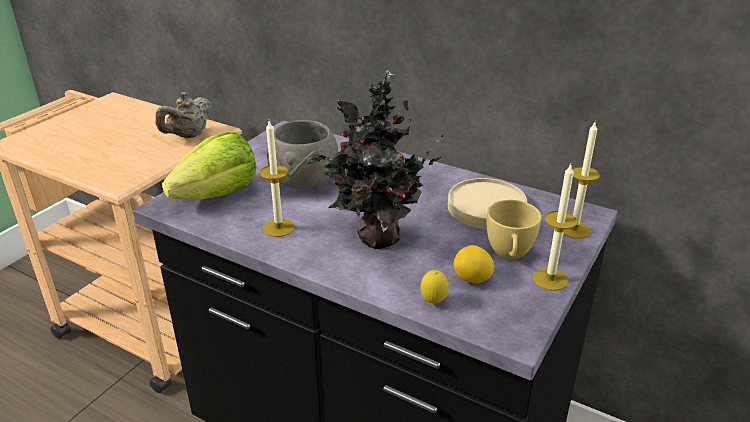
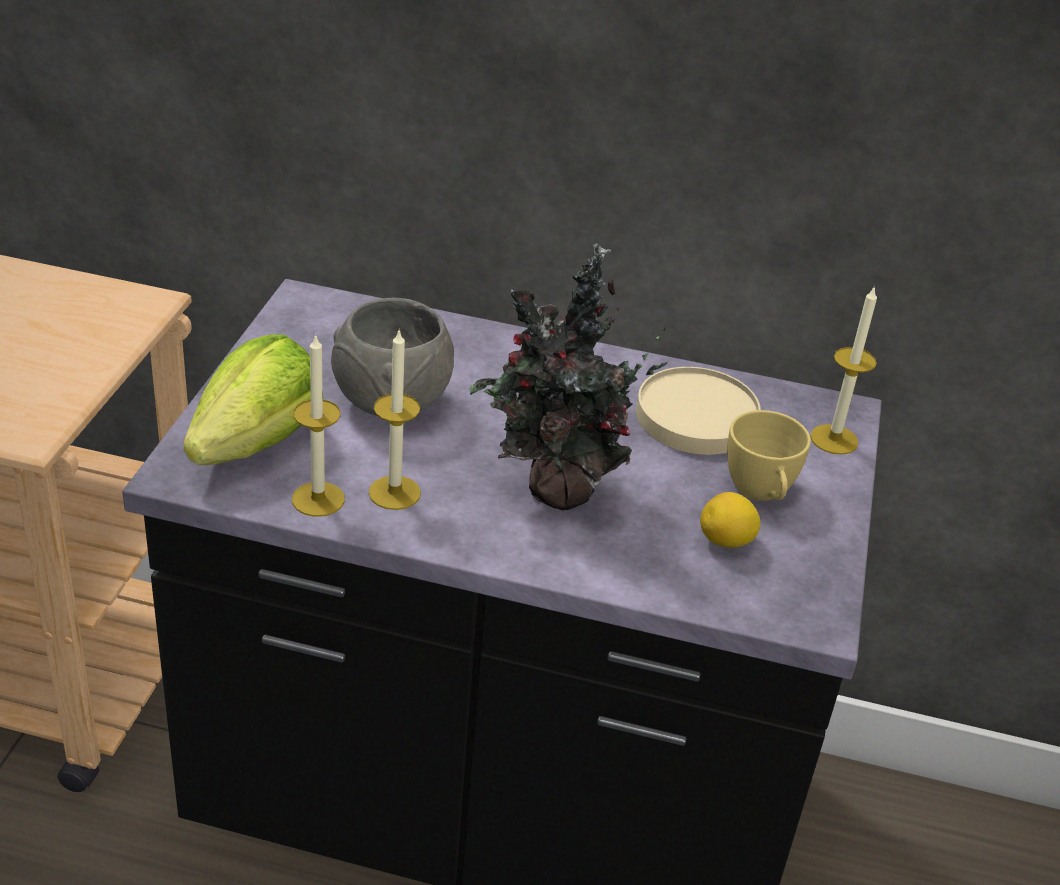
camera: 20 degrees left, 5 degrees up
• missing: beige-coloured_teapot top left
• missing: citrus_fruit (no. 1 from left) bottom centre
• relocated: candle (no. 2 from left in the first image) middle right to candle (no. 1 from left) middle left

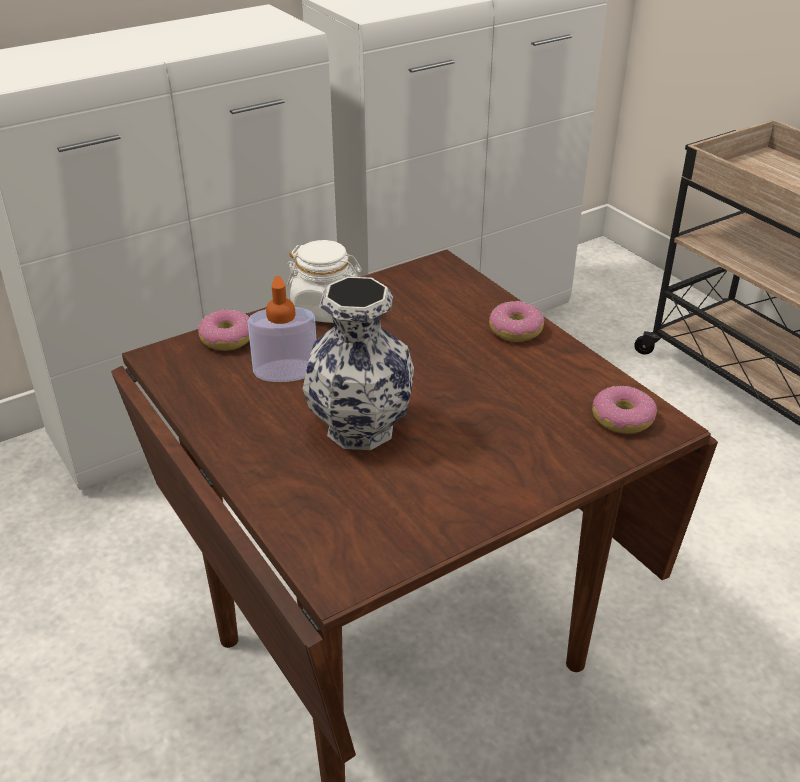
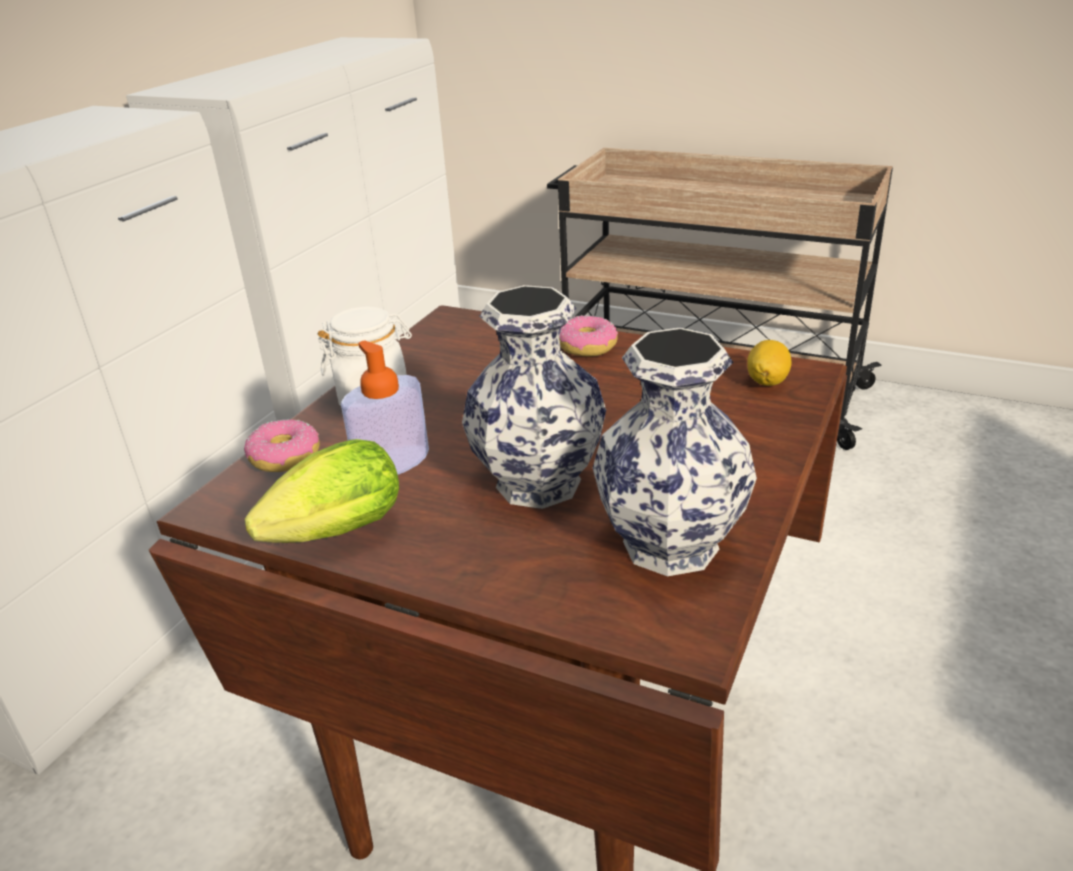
camera: 30 degrees left, 5 degrees down
• appeared: lettuce middle left
• appeared: decorative_vase (no. 2 from left) centre
• exchanged: donut (no. 3 from left) middle right to citrus_fruit middle right

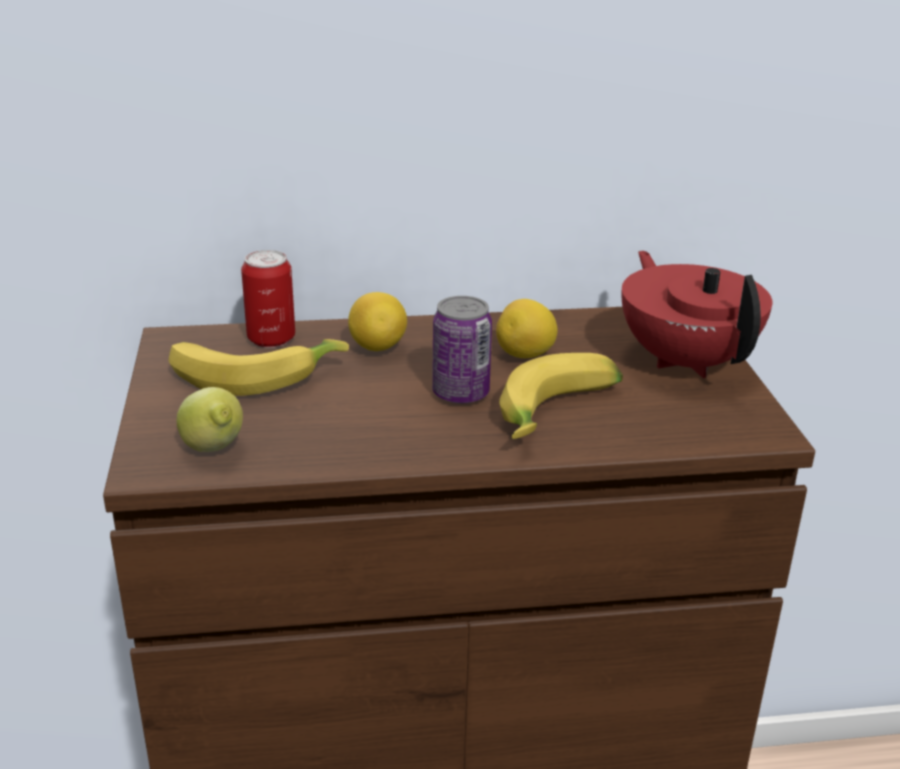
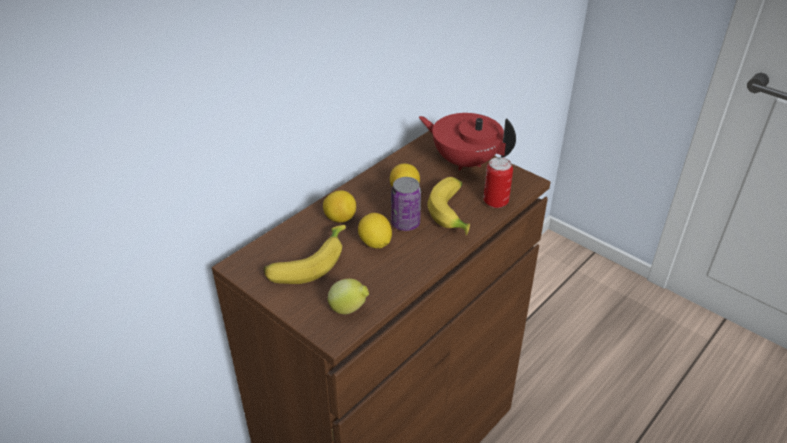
camera: 40 degrees left, 10 degrees up
• appeared: citrus_fruit (no. 3 from left) centre
• relocated: can (no. 1 from left in the first image) middle left to can (no. 2 from left) centre

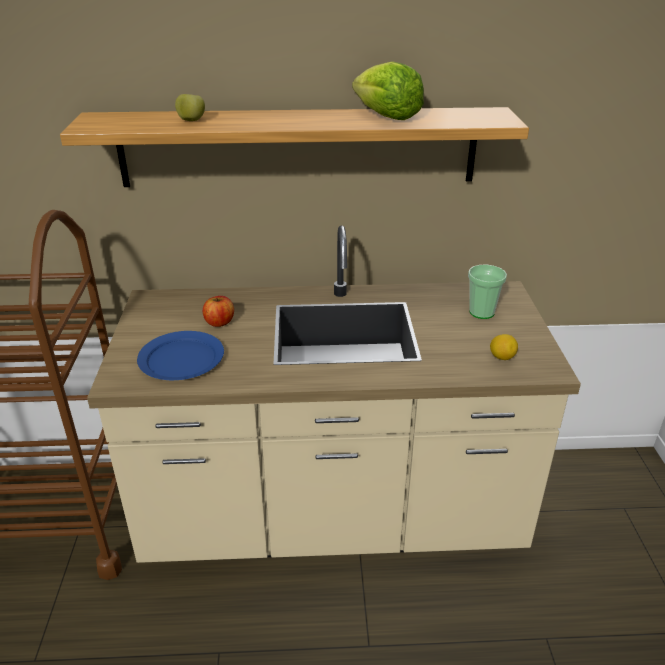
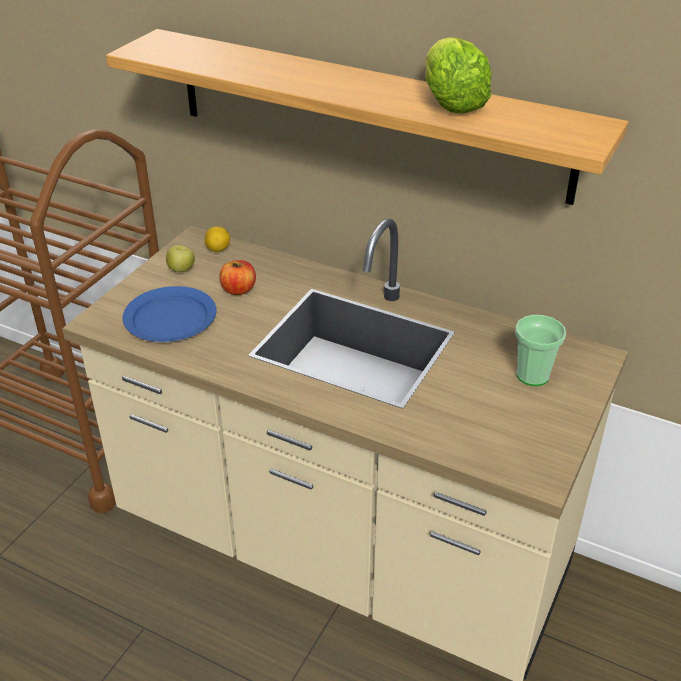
camera: 30 degrees right, 5 degrees up
• relocated: apple_fruit (no. 1 from left) top left to middle left
• relocated: citrus_fruit middle right to middle left

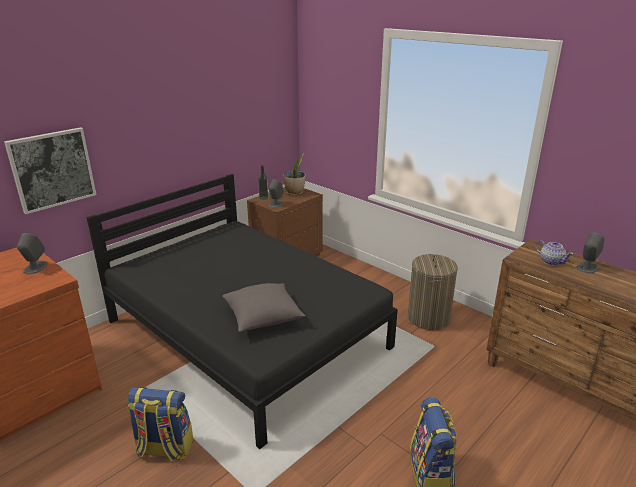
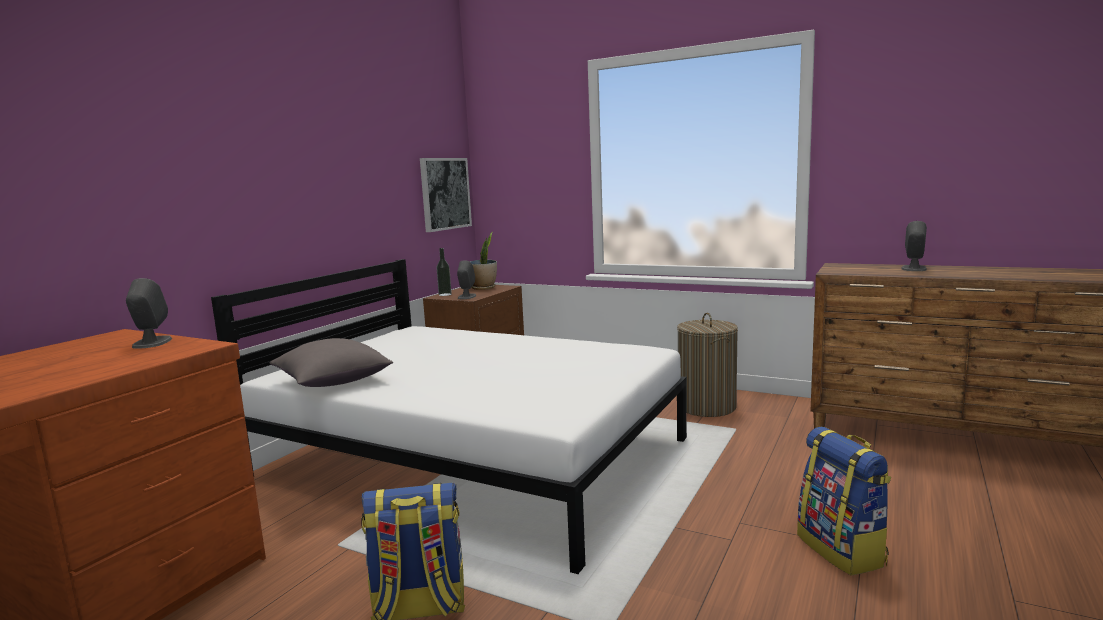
camera: 15 degrees left, 15 degrees down
• missing: teapot middle right
• relocated: wall_picture middle left to top centre
• relocated: grey_throw_pillow centre to middle left
• colour: blackish_sleeping_bed centre to whitish_sleeping_bed bottom centre

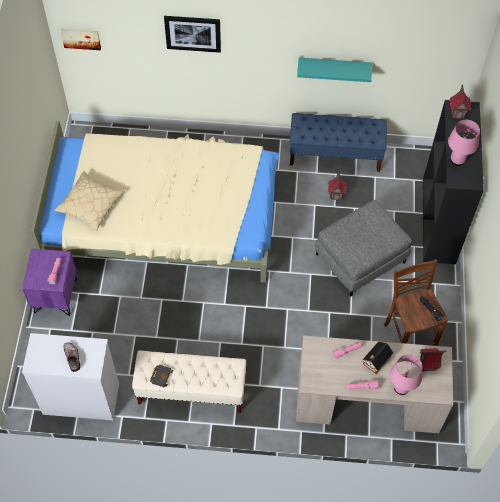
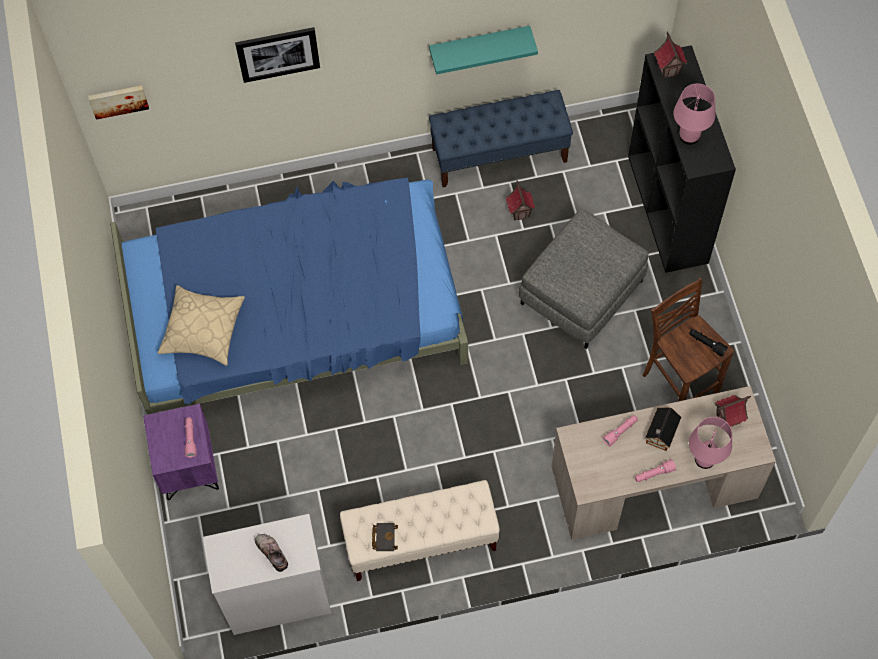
camera: 15 degrees left, 5 degrees up
• colour: beige-coloured_sleeping_bed middle left to blue_sleeping_bed middle left

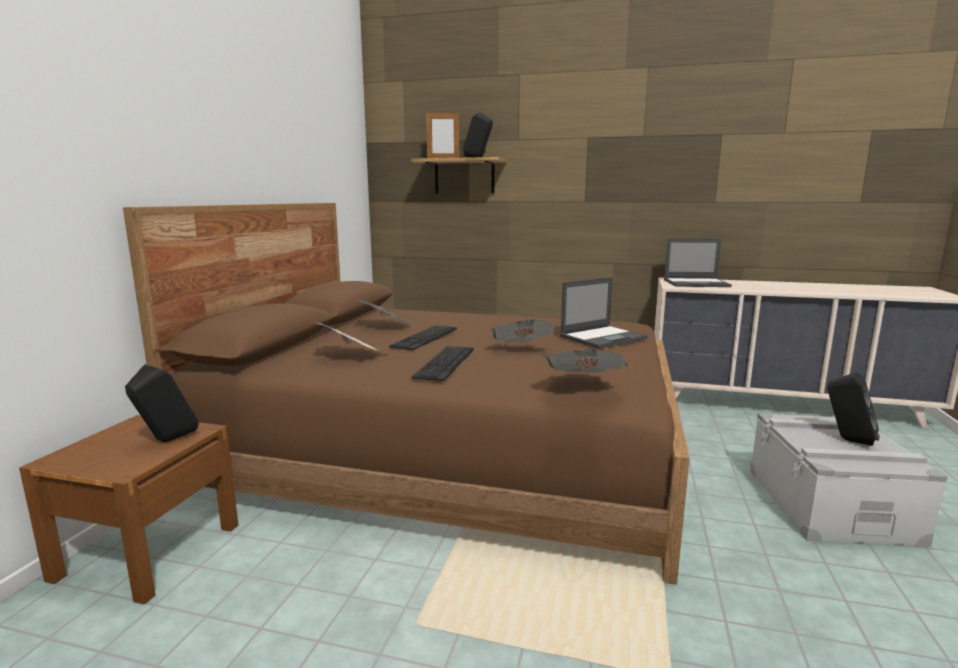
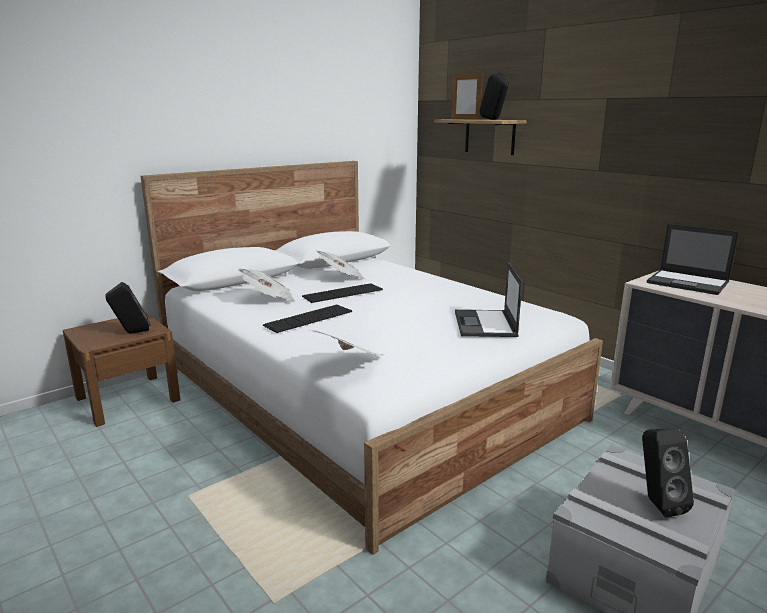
camera: 35 degrees right, 5 degrees up
• missing: printed_paper (no. 3 from left) centre
• colour: brownish_sleeping_bed centre to whitish_sleeping_bed centre
• spun: laptop (no. 1 from left) centre = centre 90 degrees clockwise

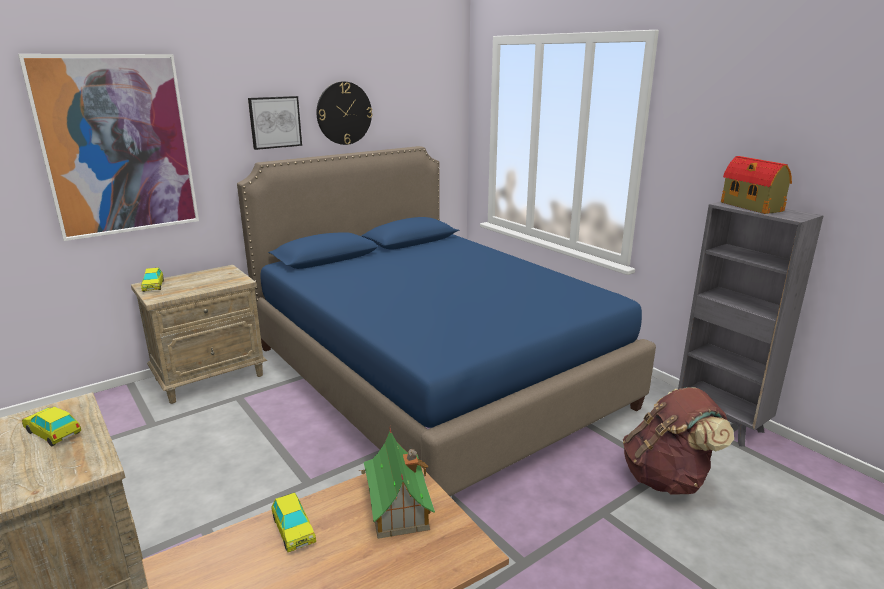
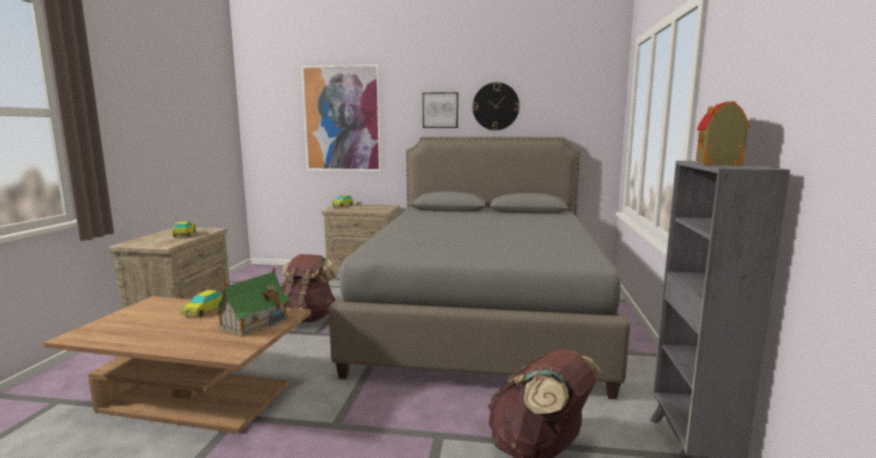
camera: 45 degrees right, 10 degrees down
• appeared: brownish_backpack (no. 1 from left) centre
• colour: blue_sleeping_bed centre to grey_sleeping_bed centre

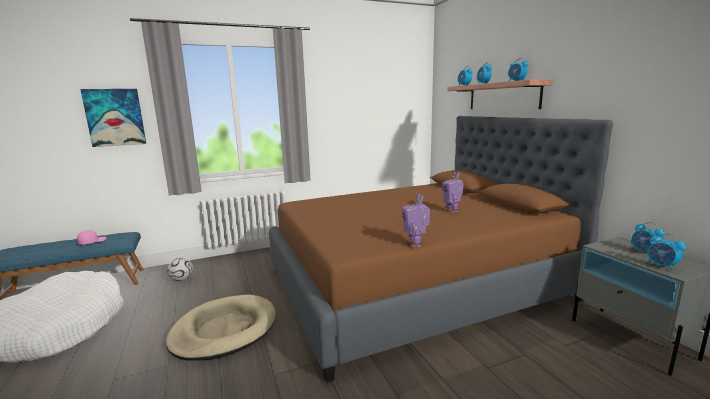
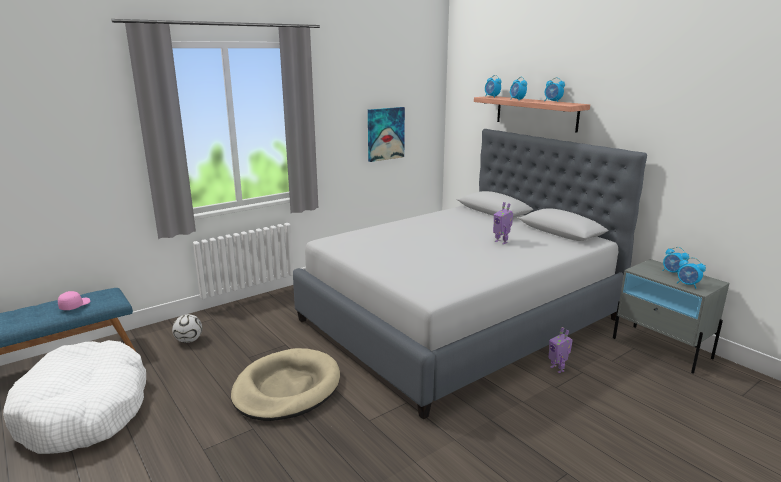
camera: 15 degrees left, 5 degrees up
• relocated: wall_picture top left to top centre
• relocated: robot_figure (no. 1 from left in the first image) centre to robot_figure (no. 2 from left) bottom right
• colour: brownish_sleeping_bed centre to grey_sleeping_bed centre

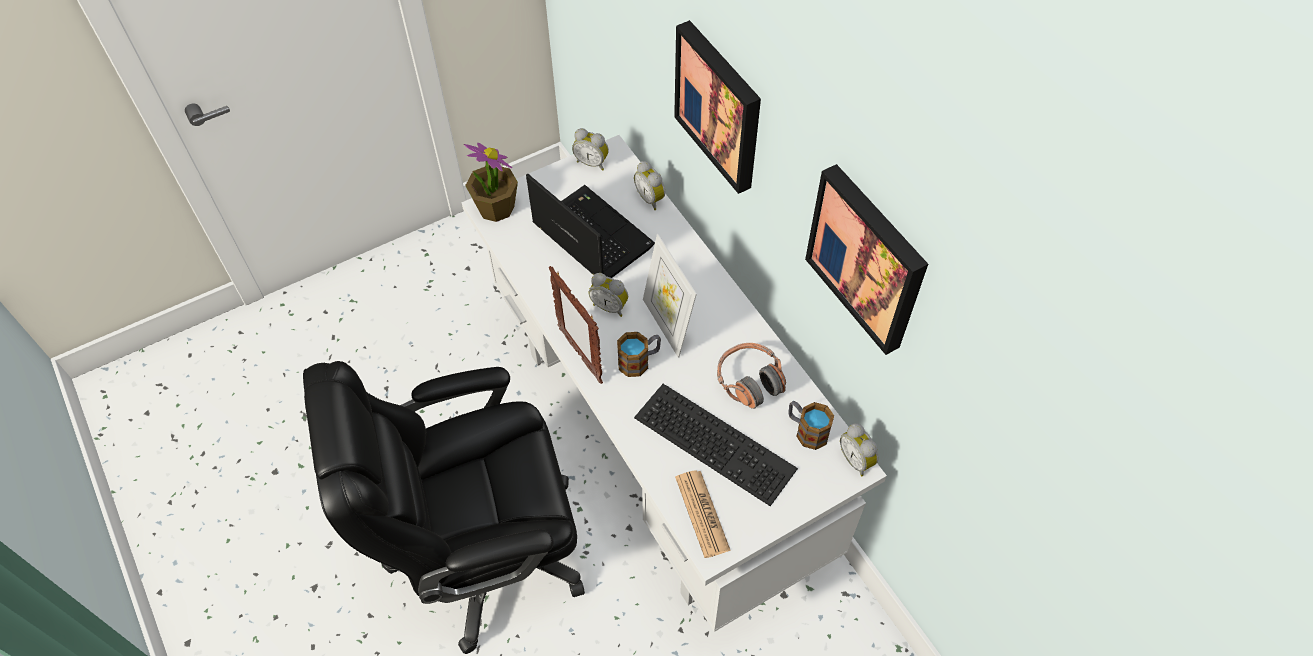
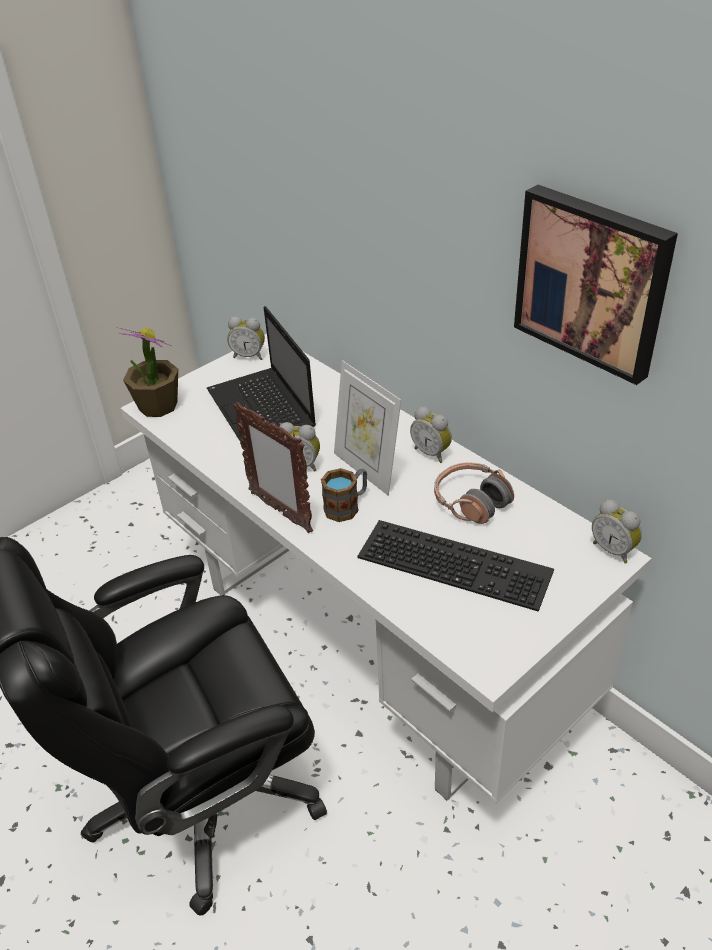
camera: 10 degrees left, 15 degrees down
• missing: wall_picture (no. 1 from left) top centre
• missing: printed_paper bottom centre
• missing: tea_mug (no. 2 from left) centre
• relocated: alarm_clock (no. 3 from left) top centre to centre
• spun: laptop centre = centre 150 degrees counterclockwise

